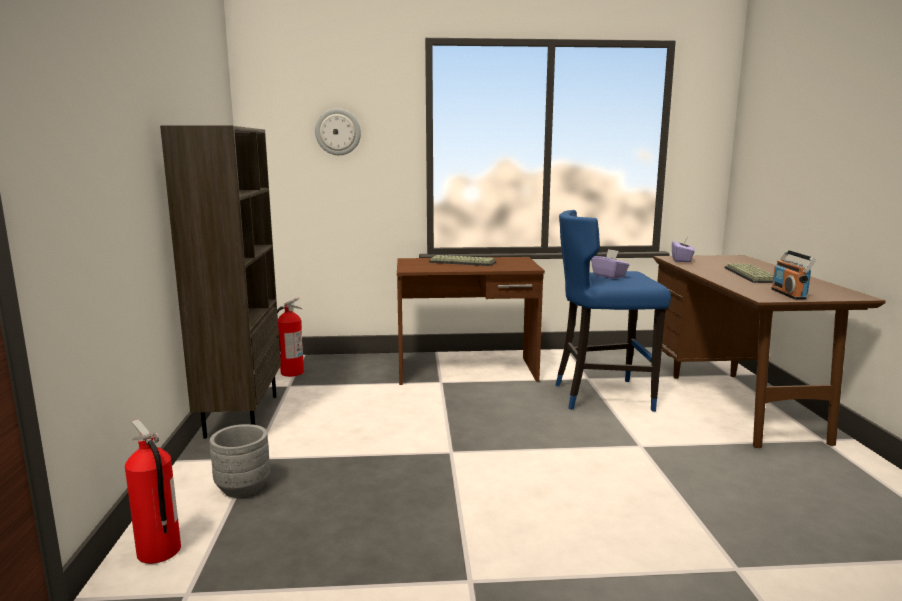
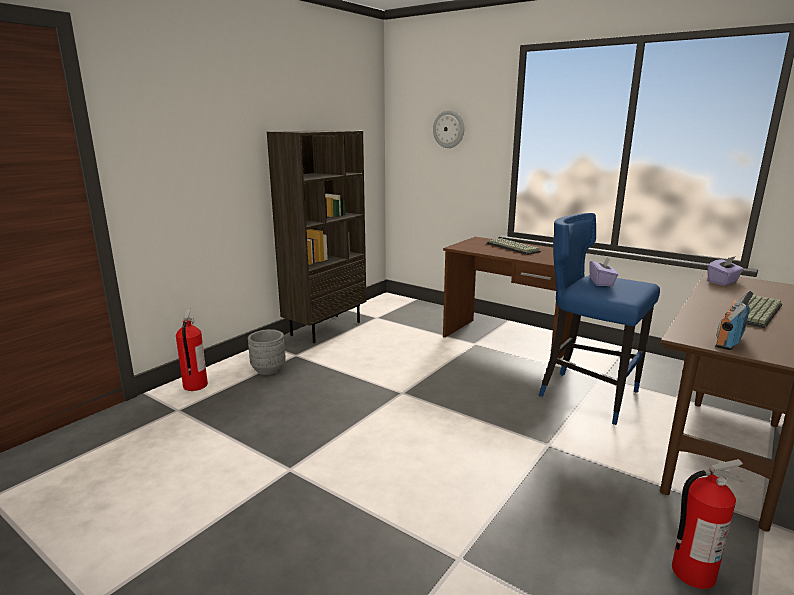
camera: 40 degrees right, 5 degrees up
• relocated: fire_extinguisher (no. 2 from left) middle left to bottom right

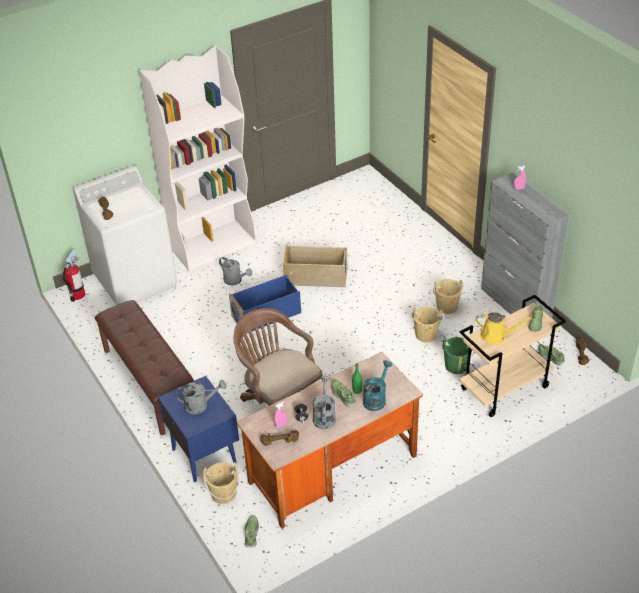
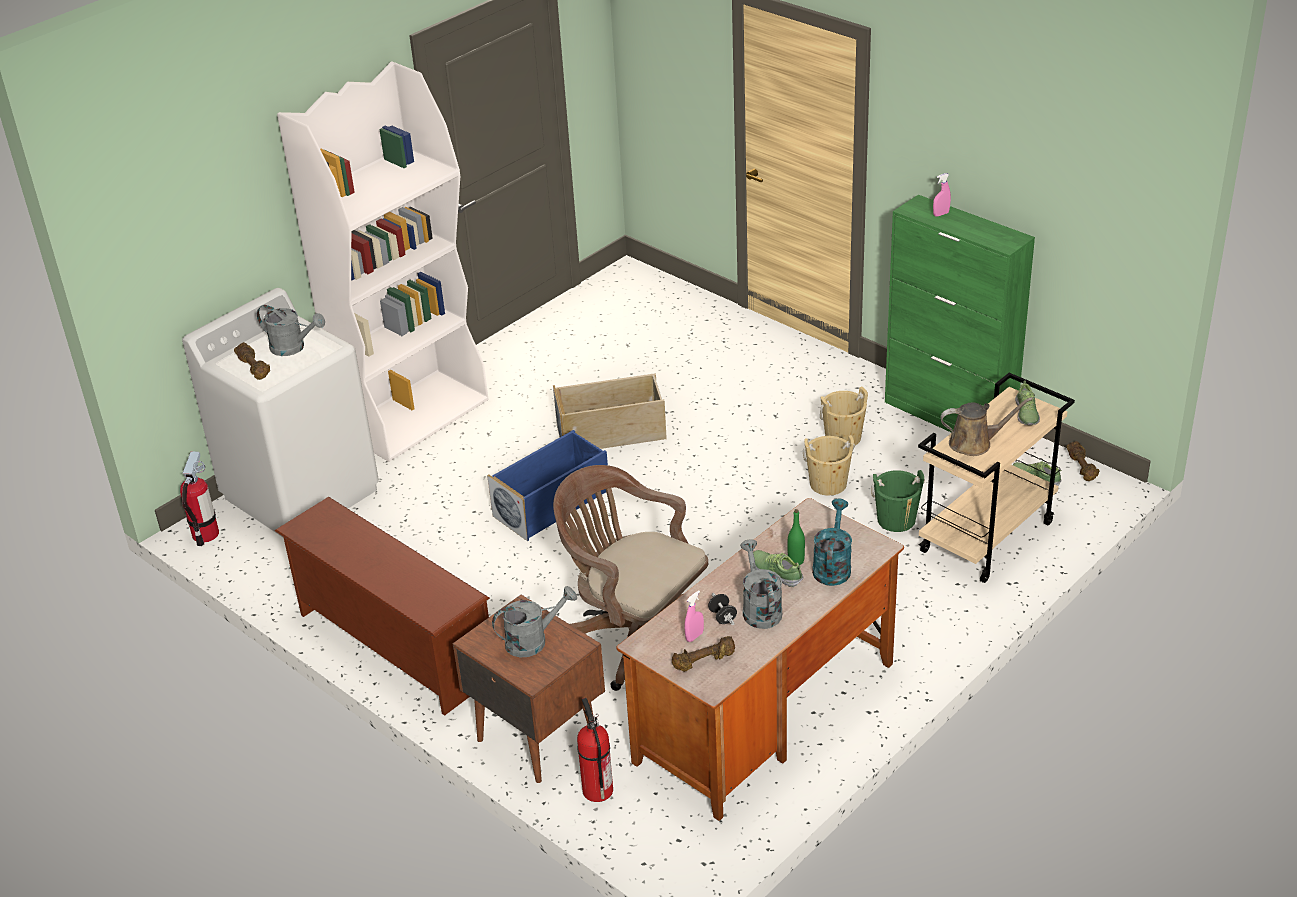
camera: 15 degrees left, 5 degrees down
• missing: shoe (no. 1 from left) bottom centre
• relocated: grey_watering_can (no. 2 from left in the first image) centre to grey_watering_can (no. 1 from left) middle left
• exchanged: brownish_indoor_bench middle left to brownish_shoe_shelf bottom left
• exchanged: beige-coloured_bucket (no. 1 from left) bottom centre to fire_extinguisher (no. 2 from left) bottom centre
• colour: blue_nightstand bottom left to brownish_nightstand bottom centre
• colour: yellow_watering_can middle right to brownish_watering_can middle right
• colour: grey_cabinet middle right to greenish_cabinet middle right

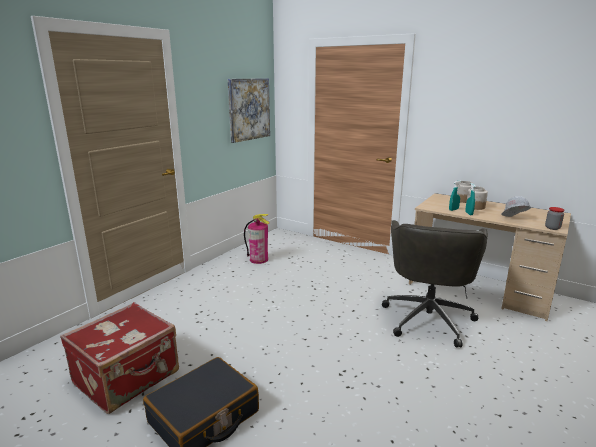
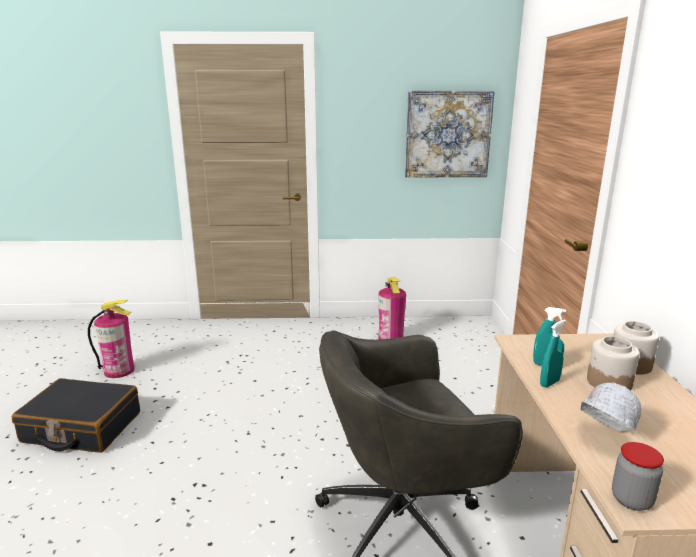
camera: 55 degrees right, 0 degrees up
• exchanged: red_travel_case bottom left to fire_extinguisher (no. 1 from left) middle left

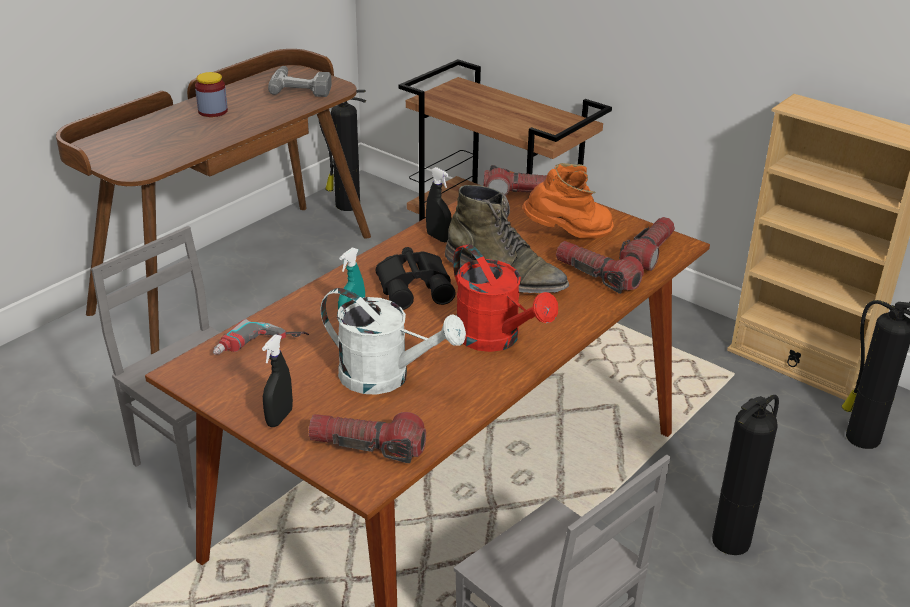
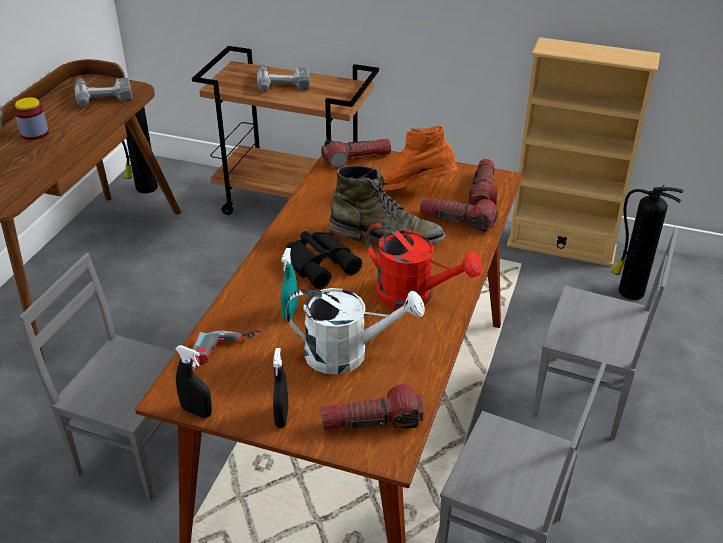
camera: 20 degrees left, 5 degrees up
• appeared: drill (no. 3 from left) top centre
• relocated: blackish_hand_sprayer (no. 2 from left in the first image) centre to blackish_hand_sprayer (no. 1 from left) bottom left
• exchanged: fire_extinguisher (no. 2 from left) bottom right to grey_chair (no. 3 from left) middle right
• spun: orange_boot top centre = top centre 135 degrees counterclockwise

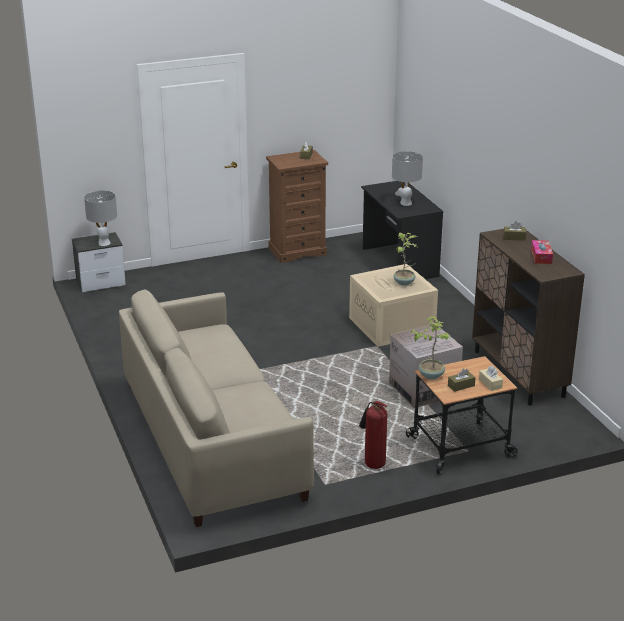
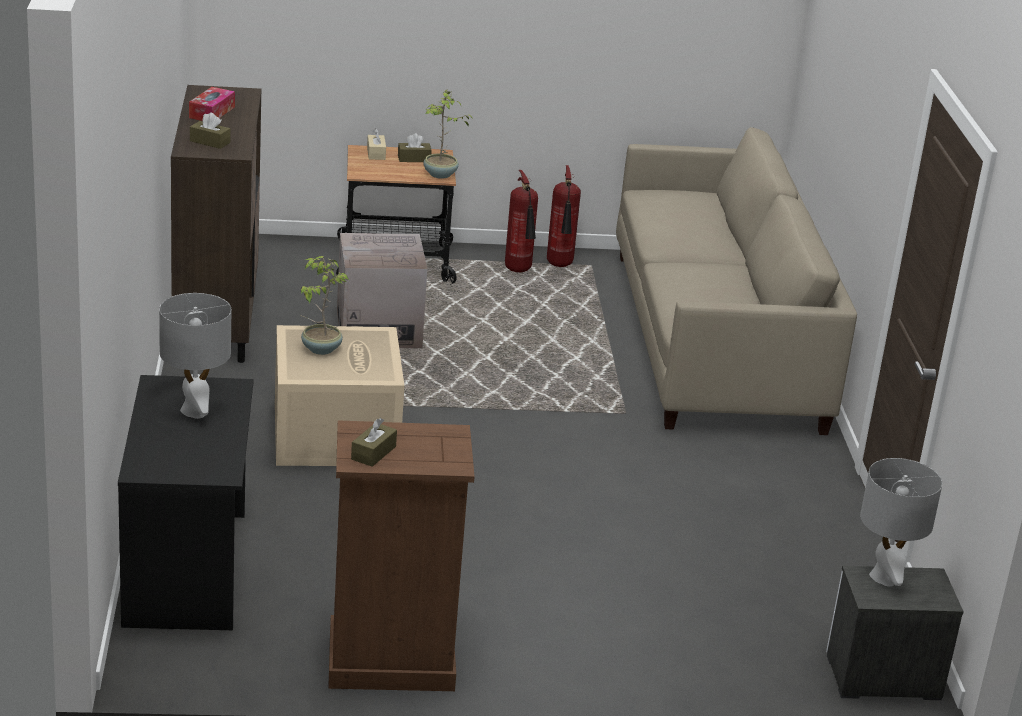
camera: 165 degrees left, 0 degrees up
• appeared: fire_extinguisher (no. 2 from left) top centre

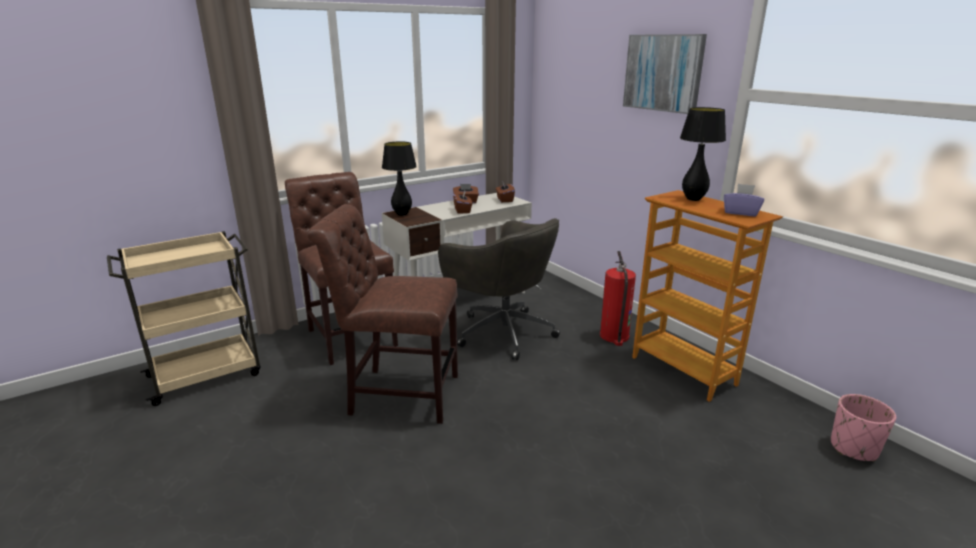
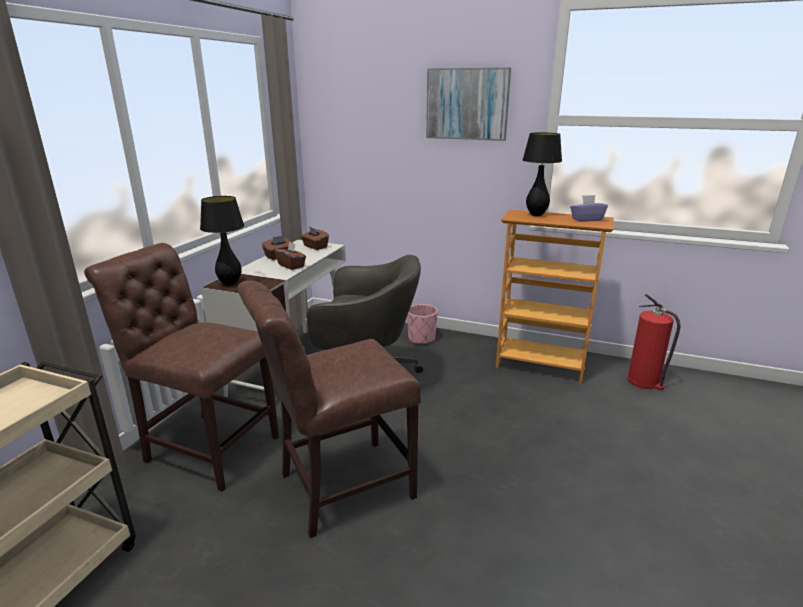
camera: 35 degrees left, 0 degrees up
• relocated: fire_extinguisher centre to middle right
• relocated: pinkish_plant_pot bottom right to centre

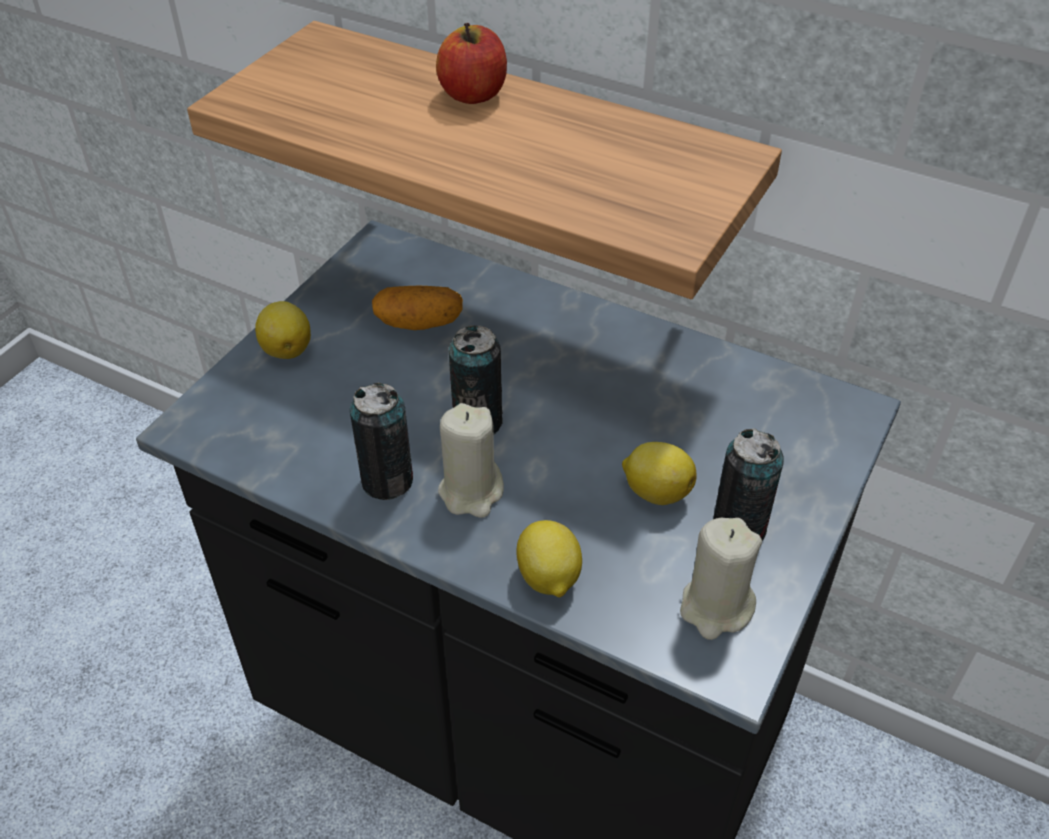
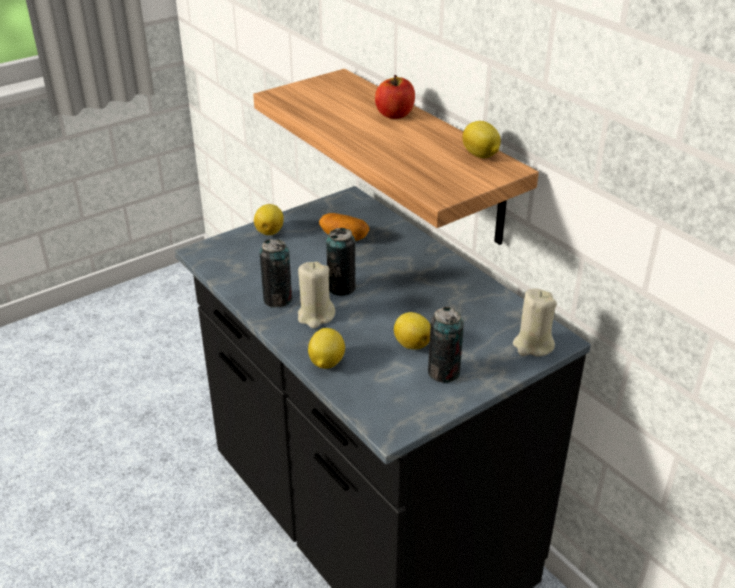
camera: 25 degrees right, 10 degrees down
• appeared: citrus_fruit (no. 4 from left) top centre
• relocated: beige-coloured_candle (no. 2 from left) bottom right to middle right

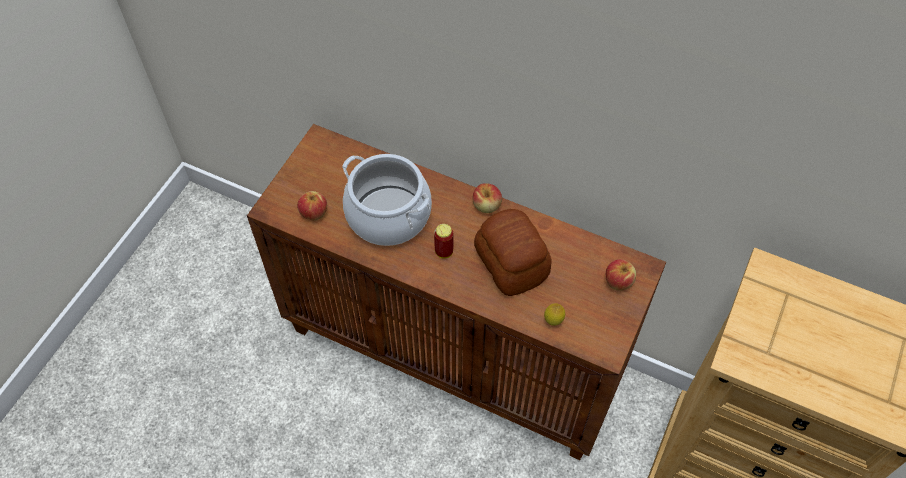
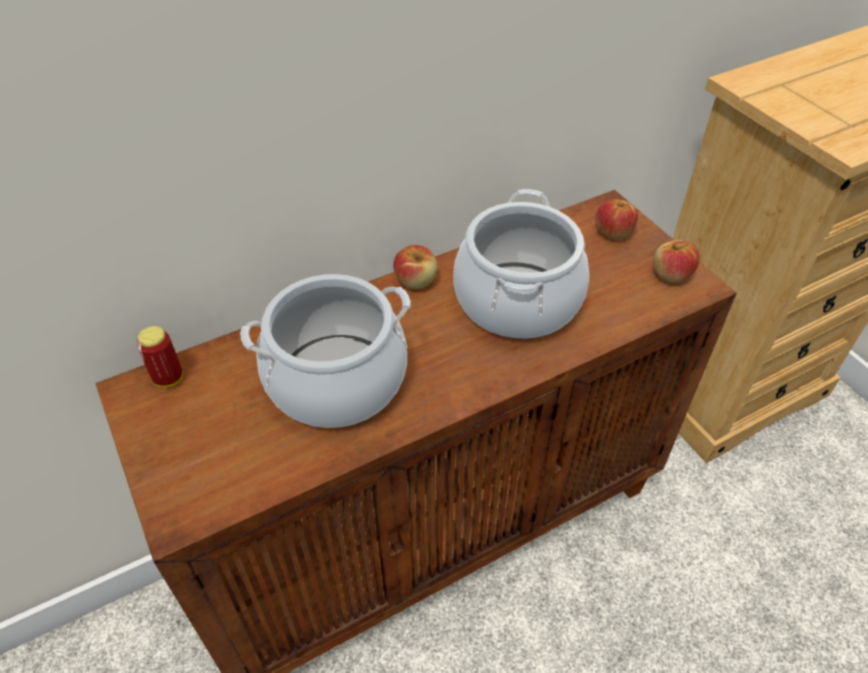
camera: 55 degrees left, 10 degrees down
• missing: citrus_fruit centre
• relocated: apple_fruit (no. 1 from left in the first image) centre to apple_fruit (no. 3 from left) middle right
• relocated: can centre to middle left
• exchanged: bread centre to saucepot (no. 2 from left) centre

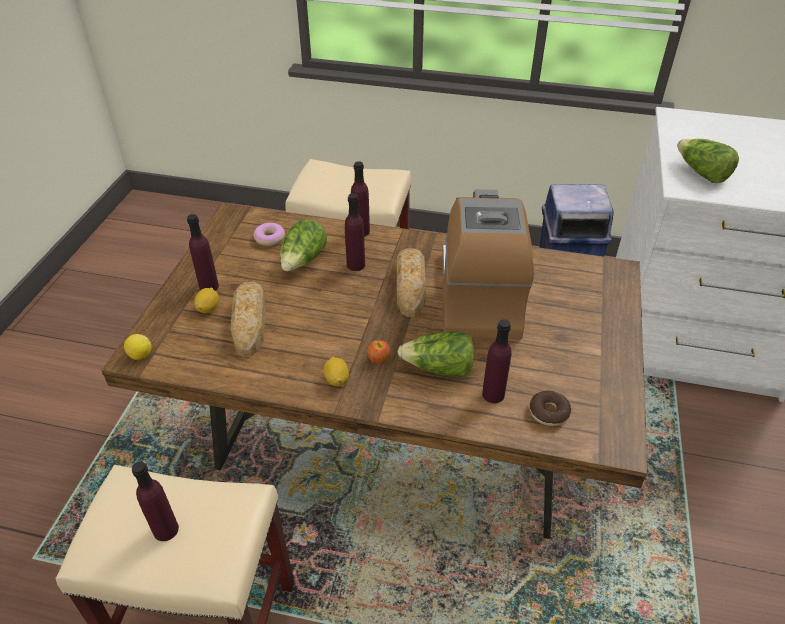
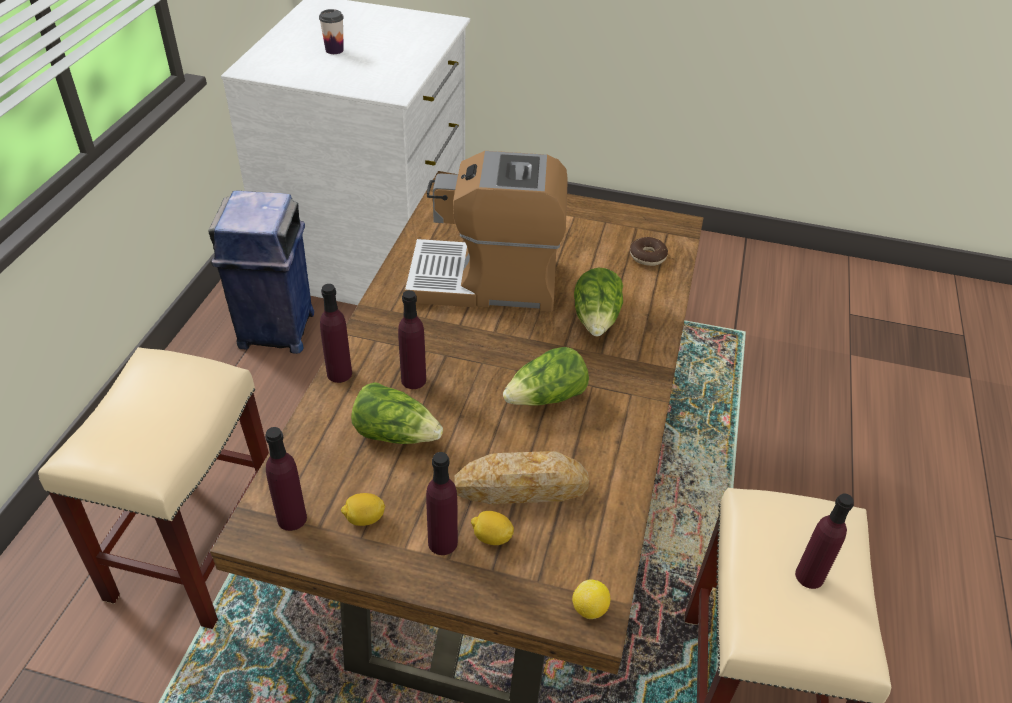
camera: 90 degrees left, 0 degrees up
• missing: donut (no. 1 from left) centre
• missing: apple_fruit centre
• missing: bread (no. 2 from left) centre
• appeared: drinking_cup top left
• relocated: citrus_fruit (no. 3 from left in the first image) centre to citrus_fruit (no. 1 from left) bottom centre
• relocated: purple_drink_bottle (no. 5 from left in the first image) centre to purple_drink_bottle (no. 1 from left) bottom left
• relocated: lettuce (no. 3 from left in the first image) top right to lettuce (no. 2 from left) centre

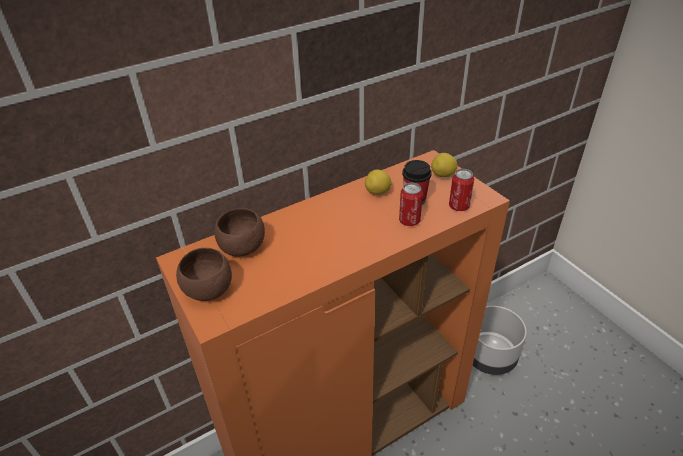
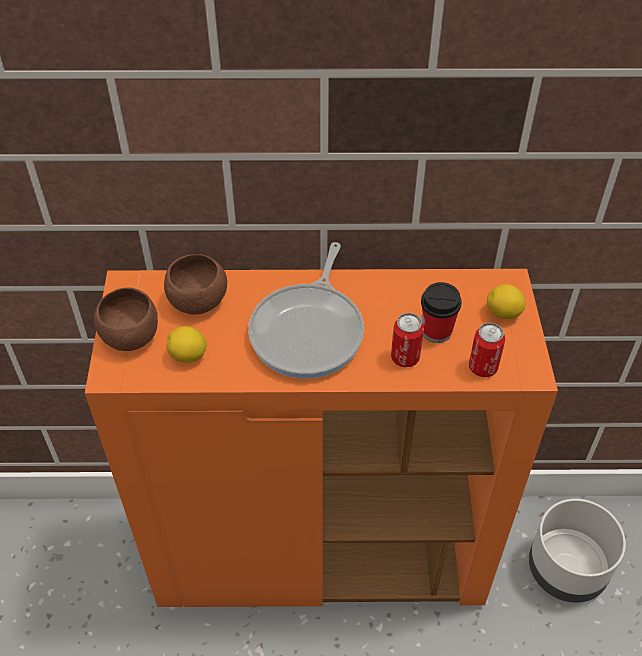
camera: 30 degrees right, 10 degrees up
• appeared: pan centre
• relocated: citrus_fruit (no. 1 from left) centre to middle left

